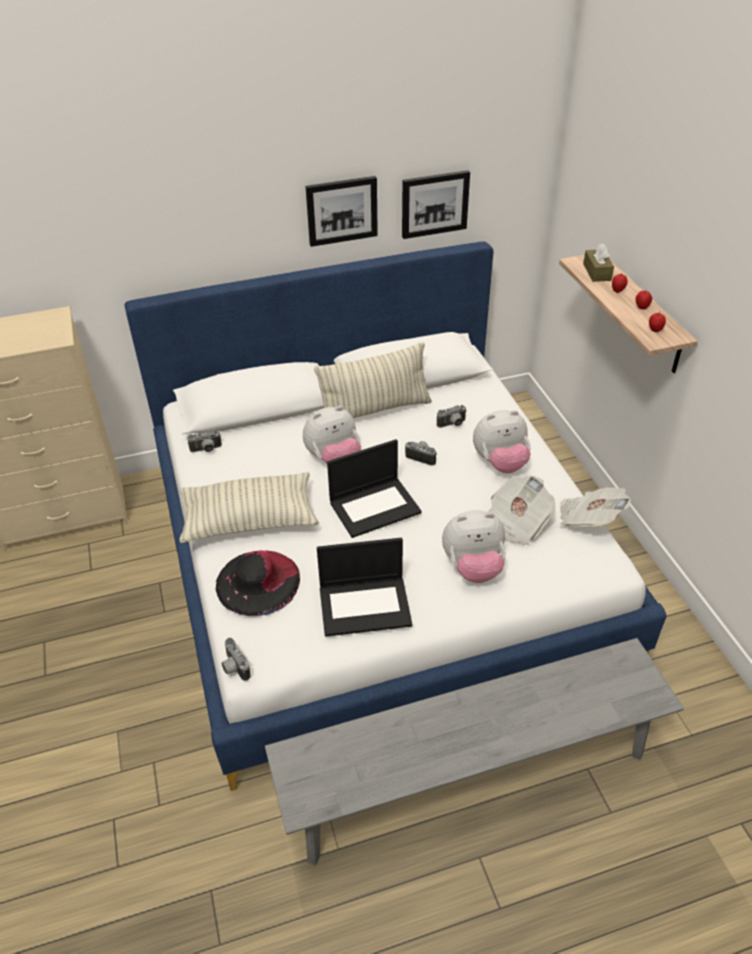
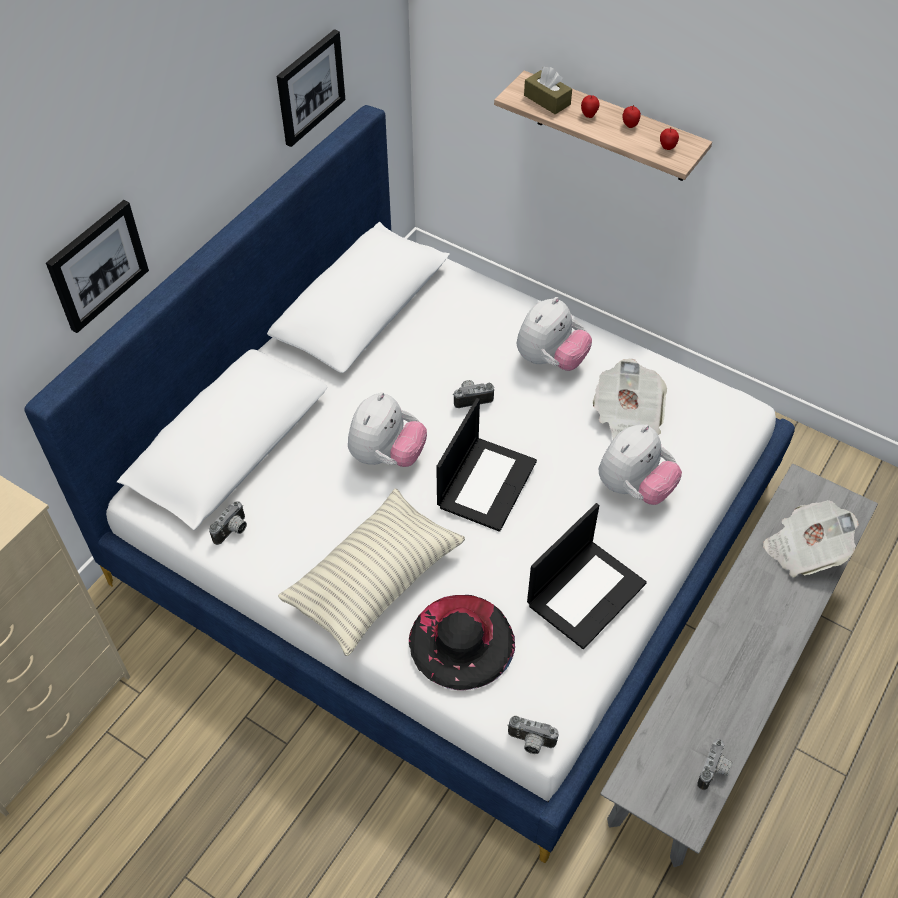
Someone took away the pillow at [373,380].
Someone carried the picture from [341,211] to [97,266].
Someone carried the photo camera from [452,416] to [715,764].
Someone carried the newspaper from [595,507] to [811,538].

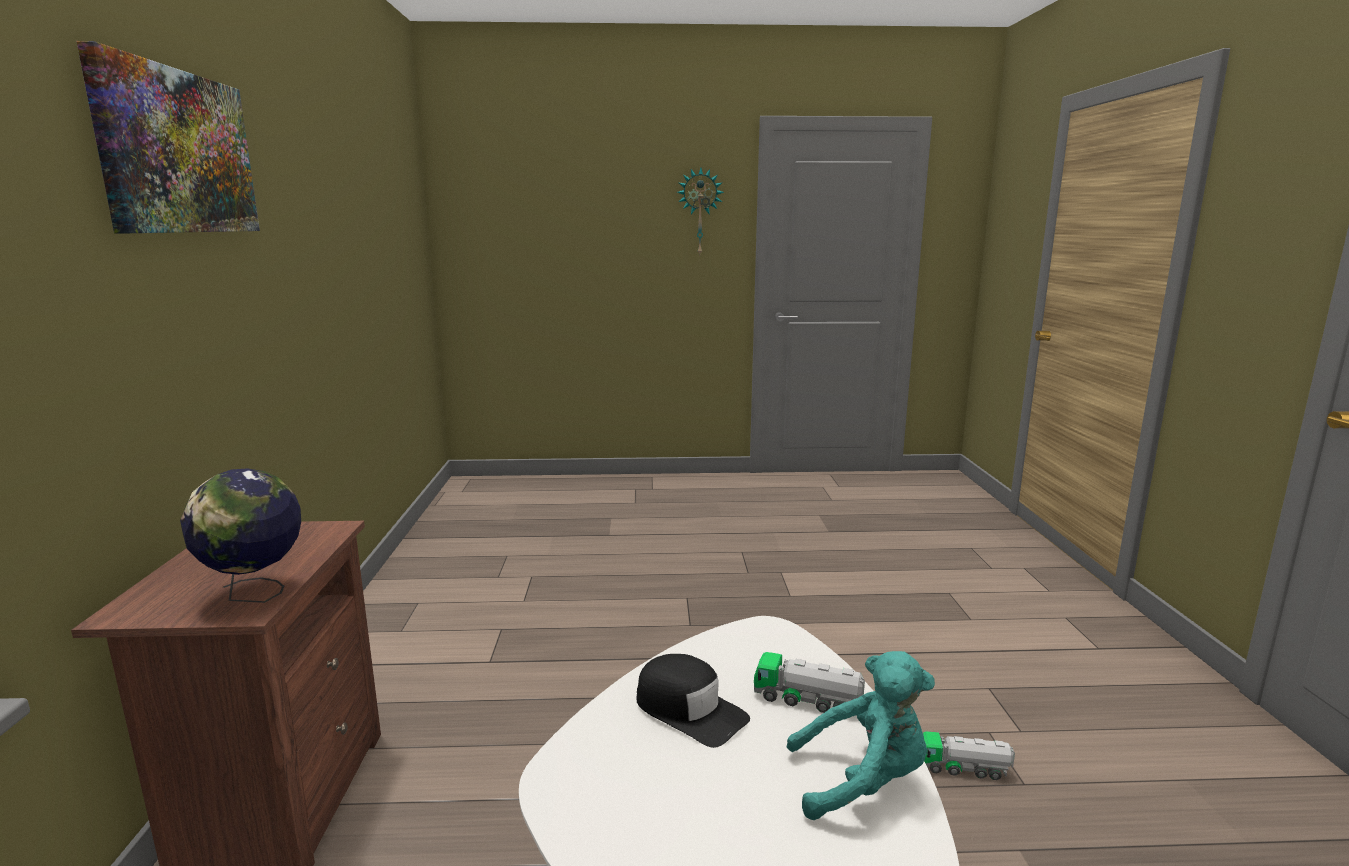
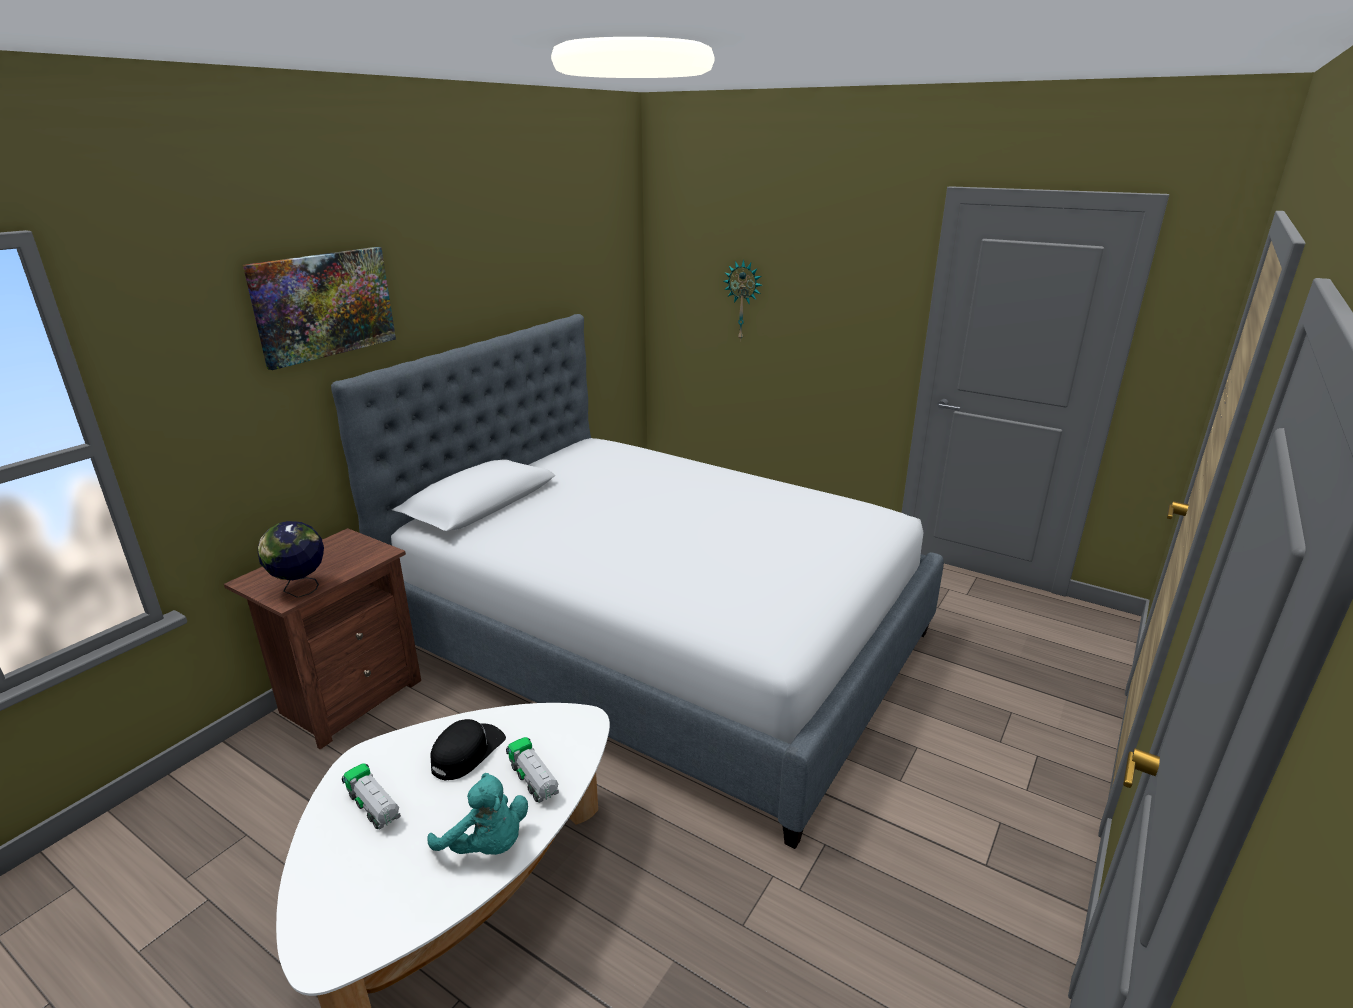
Someone put down the bed at [637,581].
Someone carried the wall clock from [700,211] to [743,300].
Someone carried the toy truck from [969,755] to [371,796].
Someone rotated the black cap at [693,701] by 135 degrees counterclockwise.

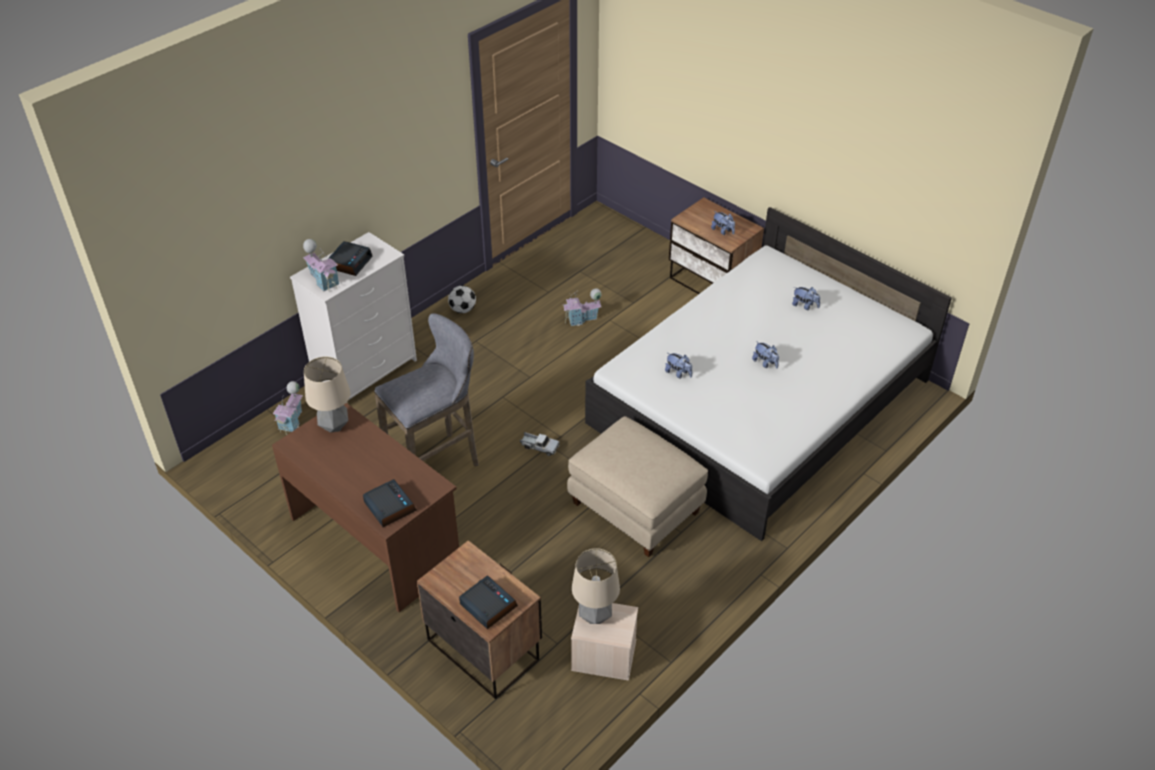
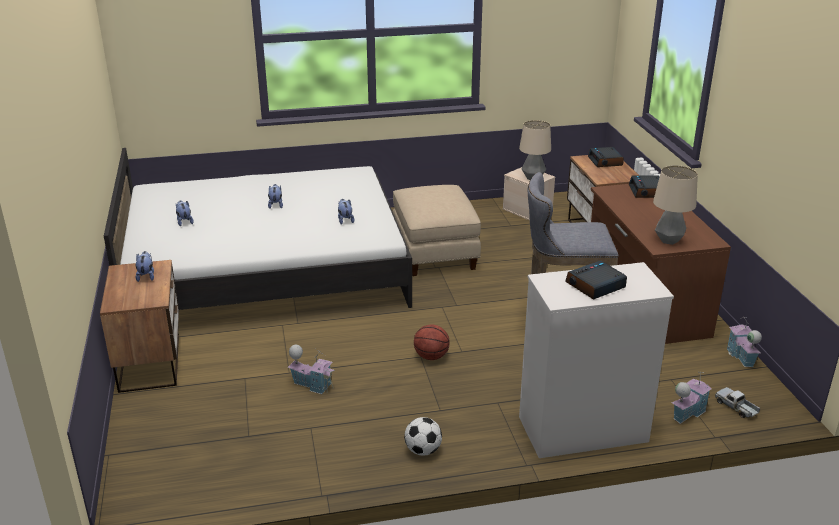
Someone put down the basketball at [432,342].
Someone carried the toy house from [321,265] to [744,341].
Someone carried the toy truck from [540,444] to [737,402].

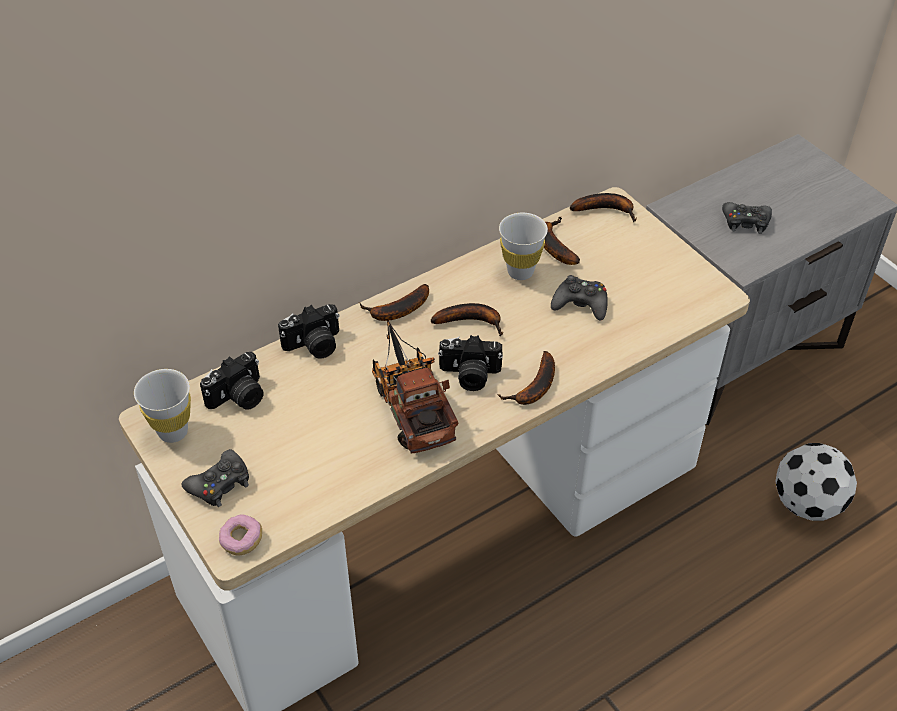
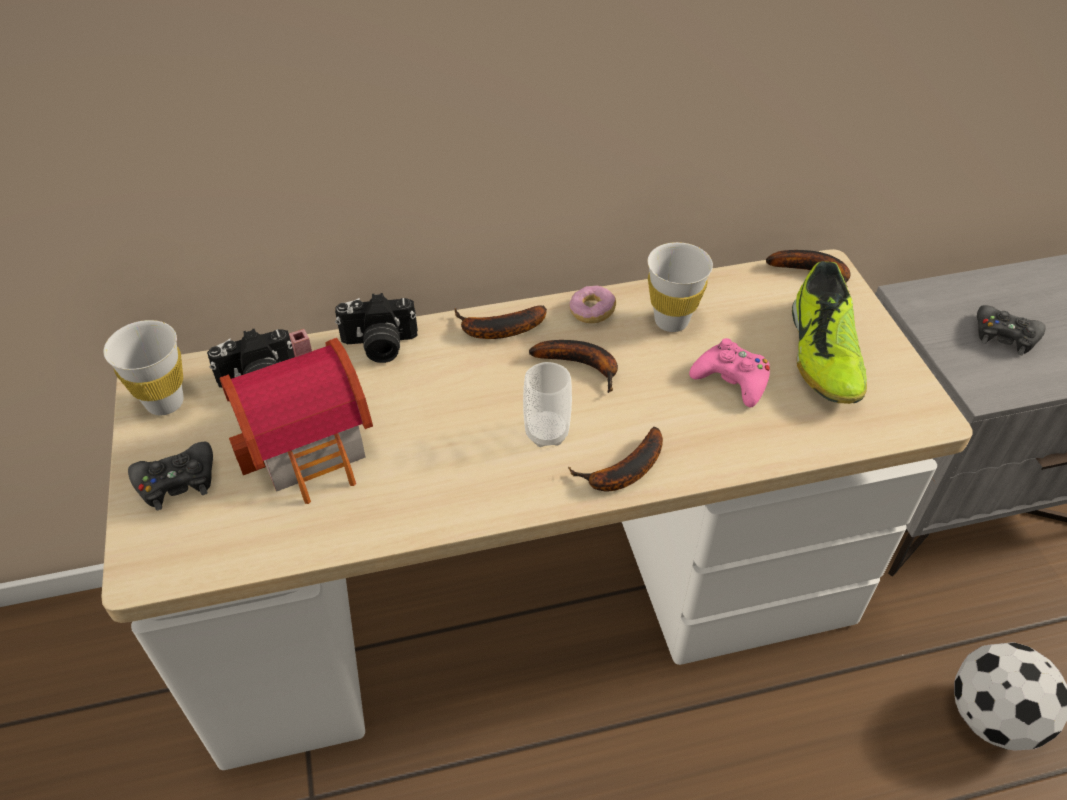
Someone took away the toy truck at [415,386].
Someone took away the banana at [562,241].
Someone put down the toy house at [296,416].
Someone put down the shoe at [829,332].
Someone carried the donut from [240,535] to [592,304].
Someone swapped the photo camera at [470,363] for the cup at [547,404].
Someone repainted the black game controller at [579,297], which became the pink game controller at [729,373].

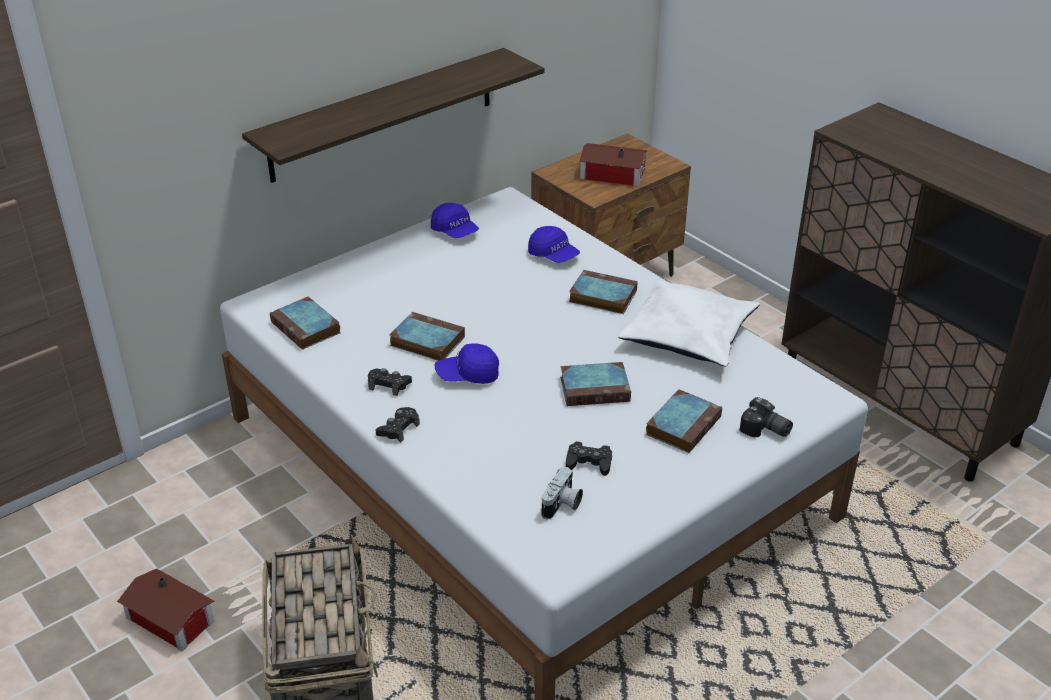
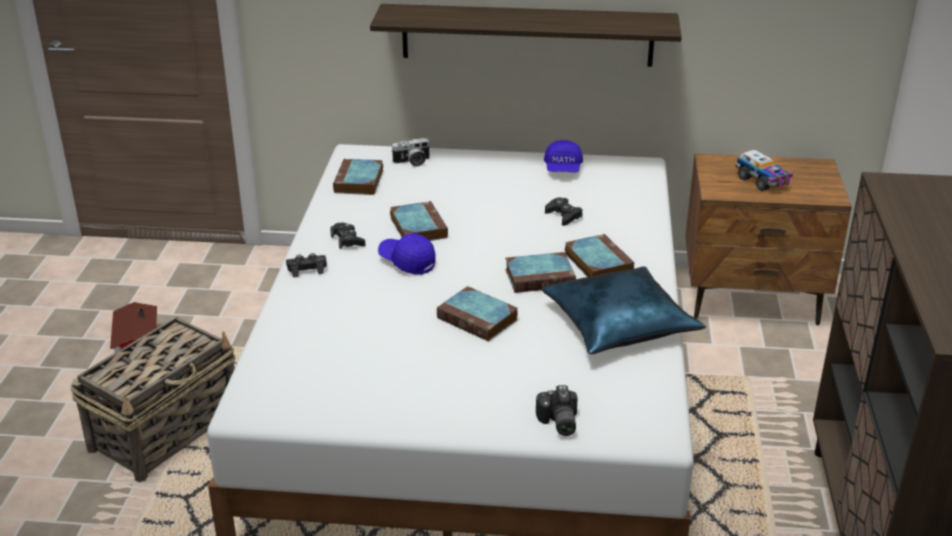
Someone took away the blue cap at [554,244].
Someone carried the photo camera from [562,493] to [410,152].
Someone carried the black game controller from [589,458] to [564,211].
Someone carried the book from [684,421] to [540,272].
Someone swapped the toy house at [613,164] for the toy truck at [764,170].
Someone repainted the white pillow at [689,323], which became the blue pillow at [624,310].

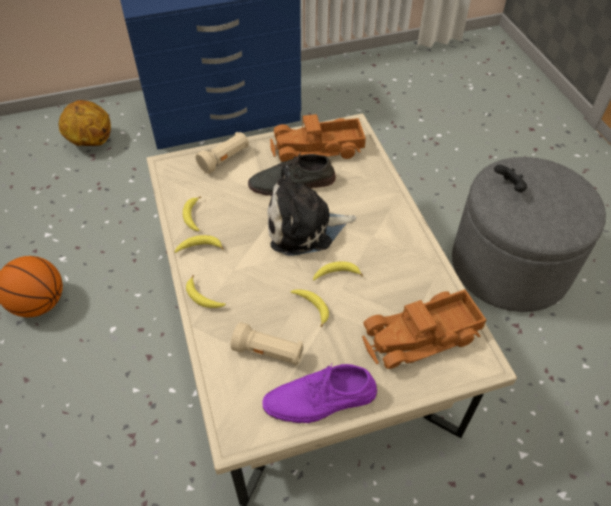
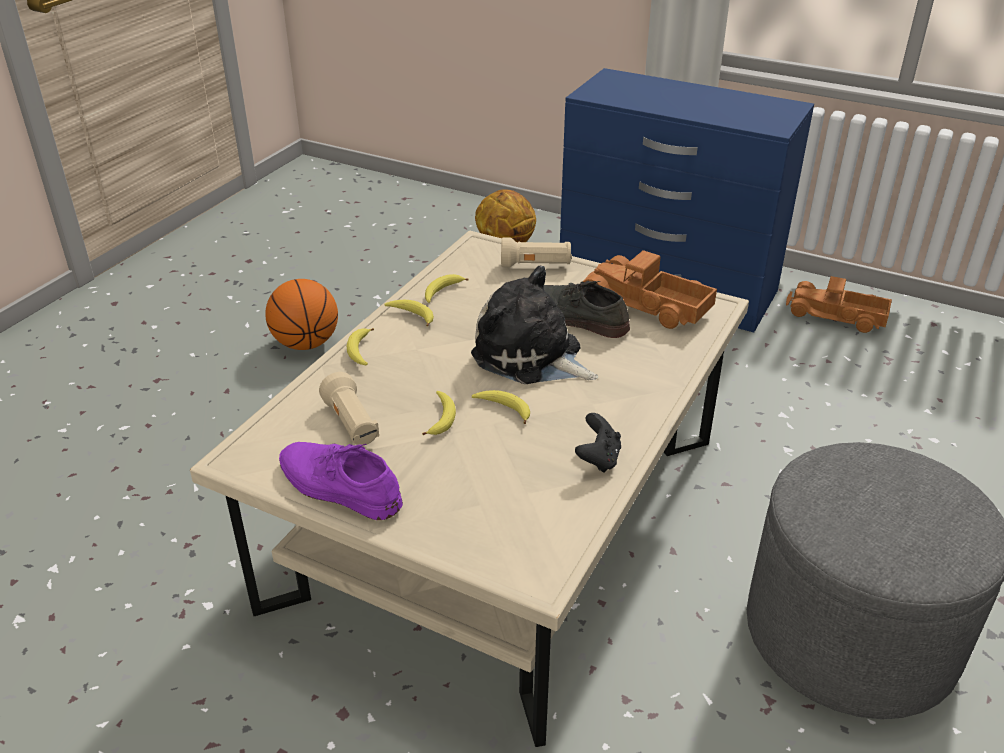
Someone carried the toy truck from [424,329] to [839,304].
Someone carried the black game controller from [510,178] to [598,443].

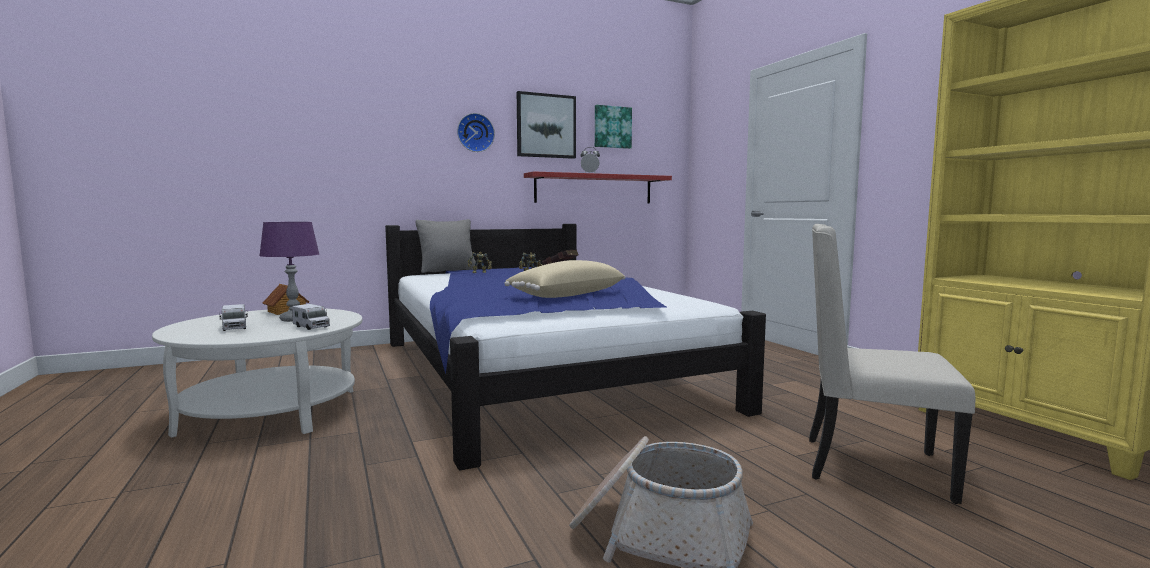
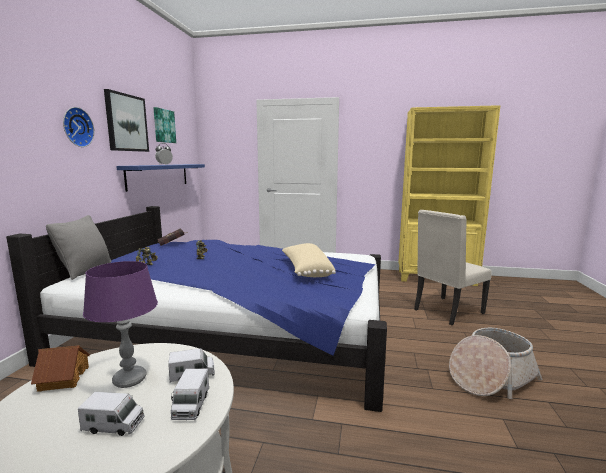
Someone put down the toy truck at [190,394].
Someone repainted the red shelf at [598,187], which became the blue shelf at [160,178].

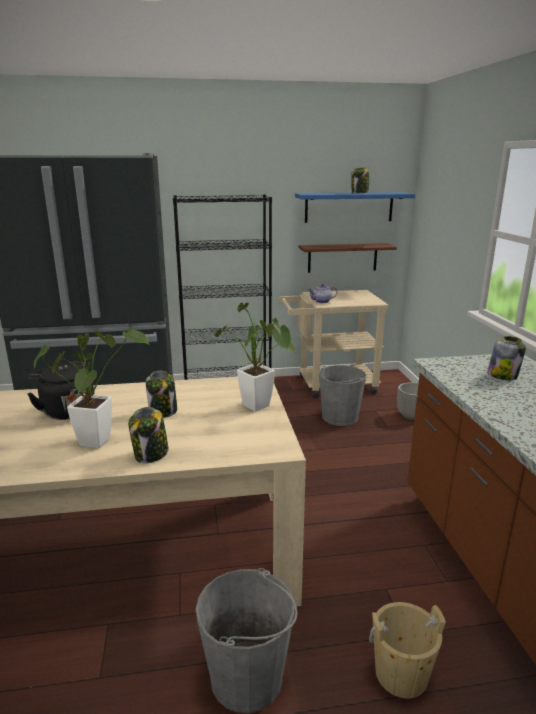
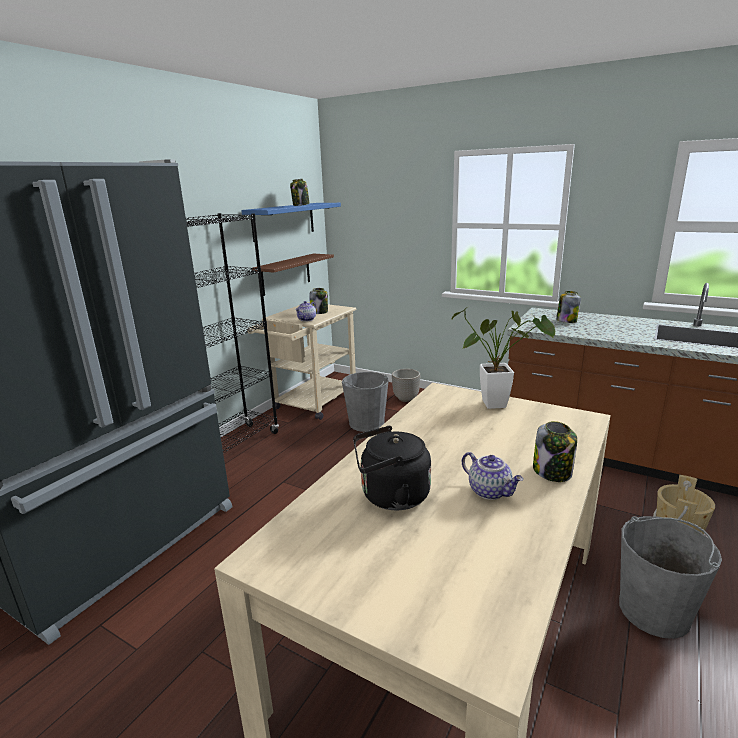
Someone carried the jar from [161,394] to [319,301].
Someone swapped the potted plant at [91,387] for the teapot at [492,476].

